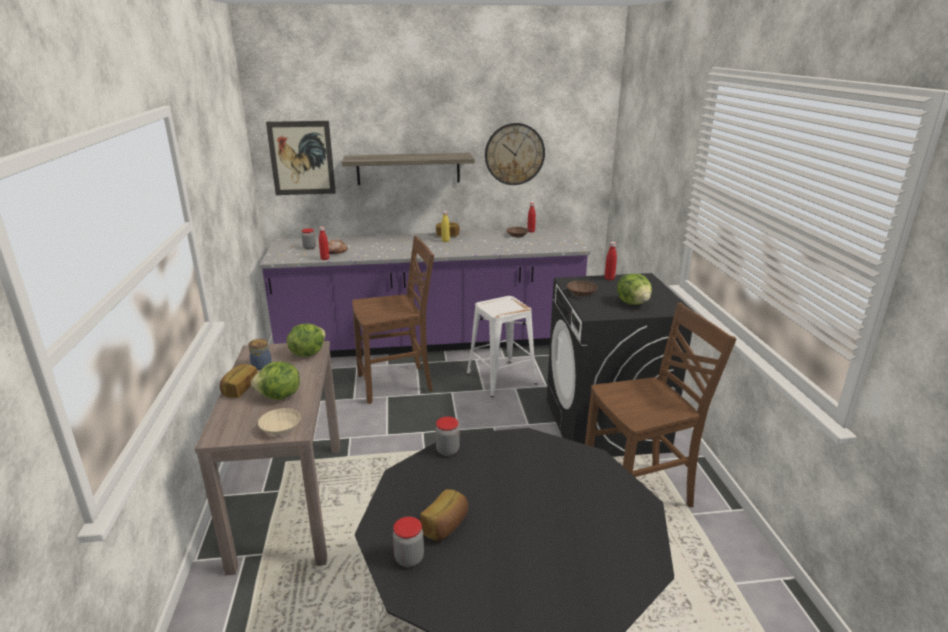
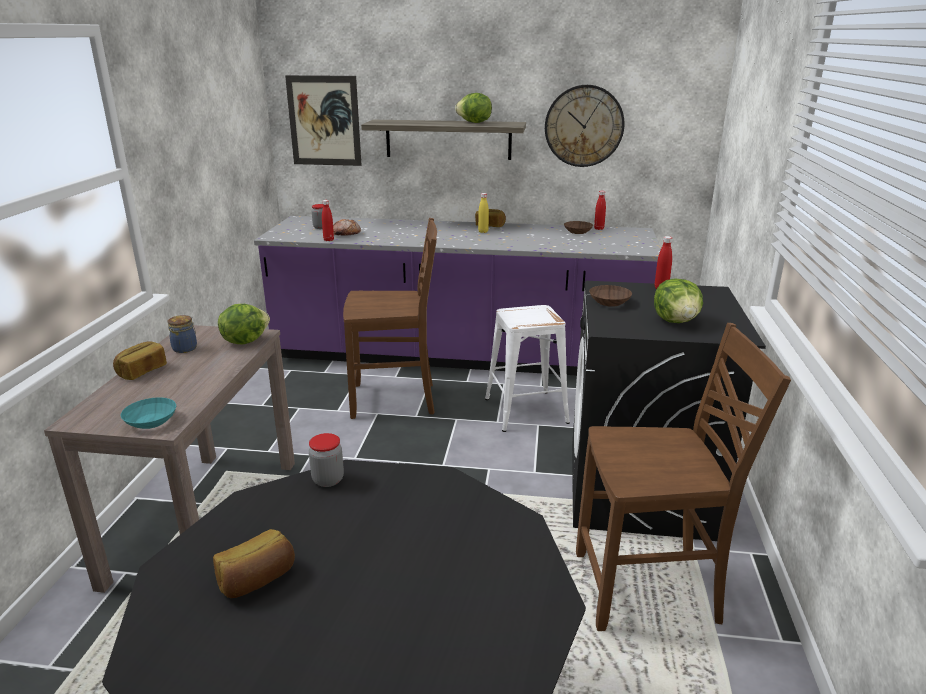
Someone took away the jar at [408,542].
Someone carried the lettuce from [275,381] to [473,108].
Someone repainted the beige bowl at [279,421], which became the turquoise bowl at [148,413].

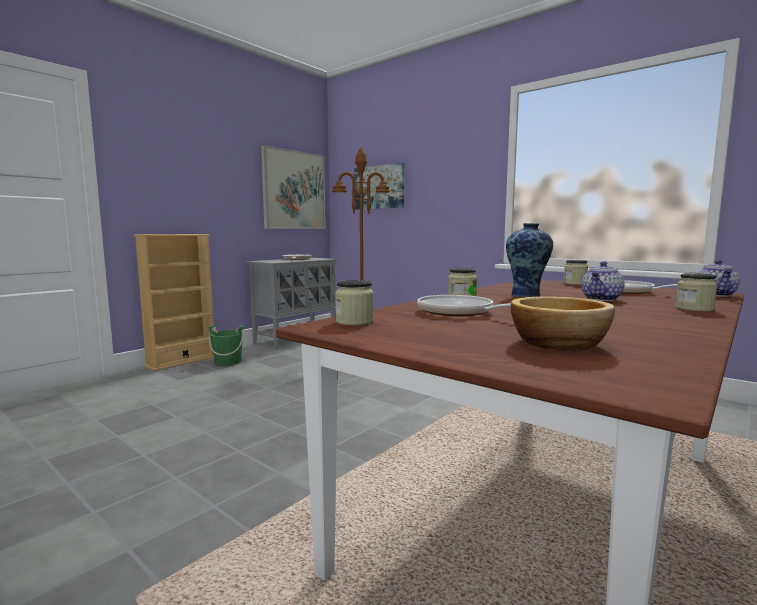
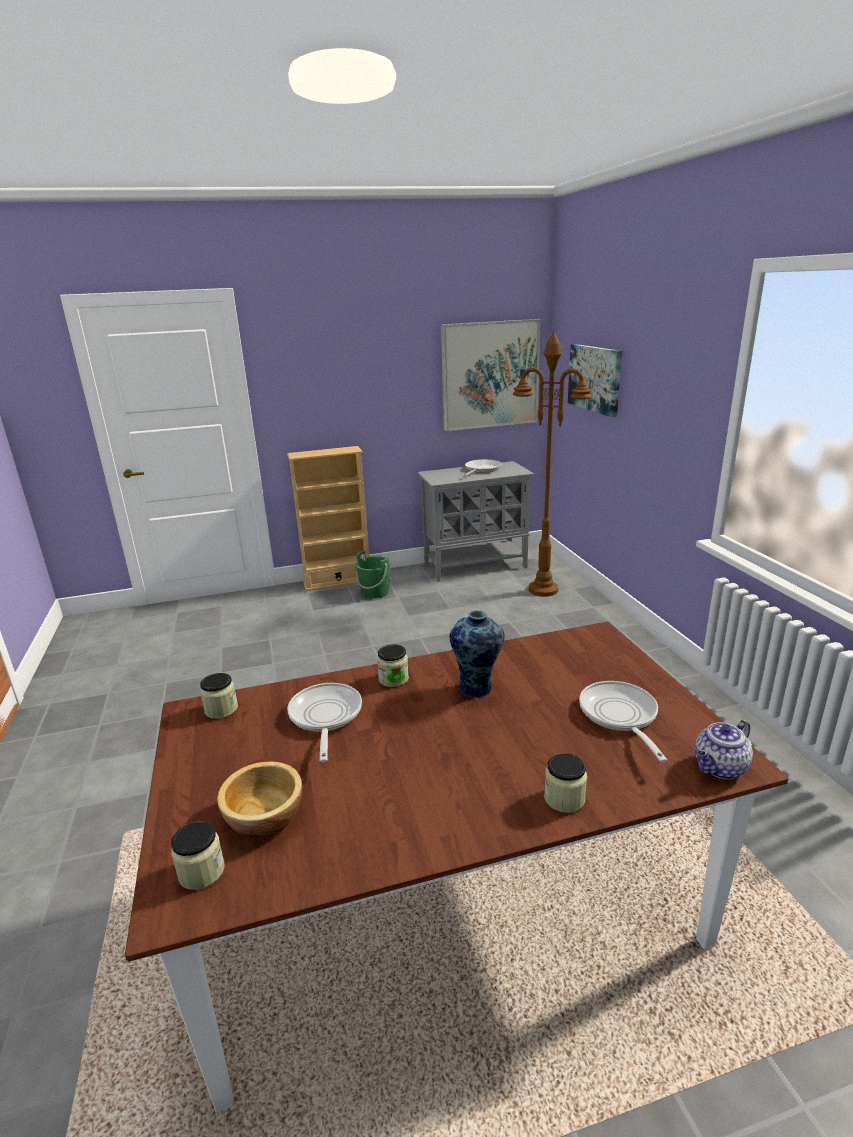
Someone took away the teapot at [603,281].
Someone carried the jar from [576,272] to [198,855].

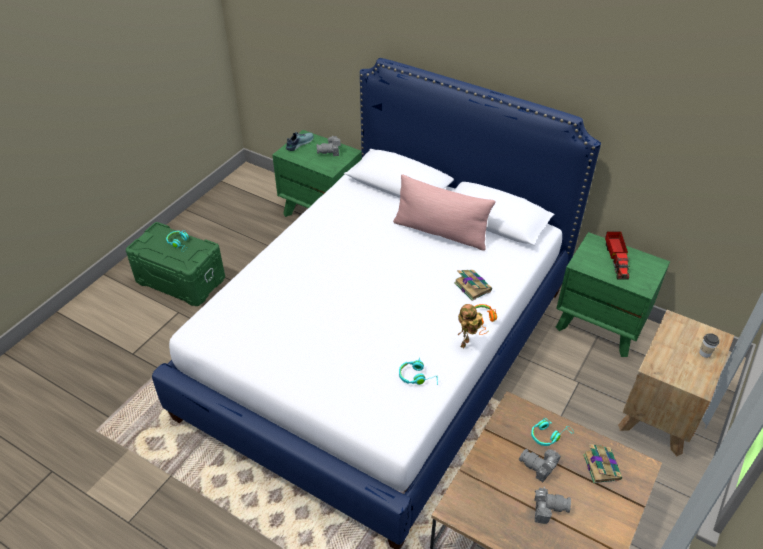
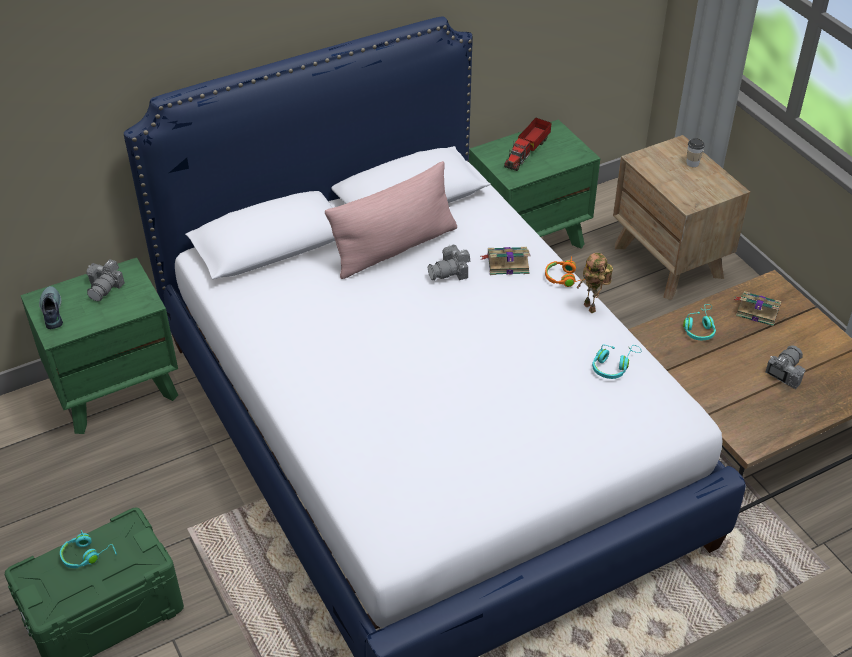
Someone carried the photo camera from [540,465] to [449,262].
Someone rotated the toy truck at [617,255] by 90 degrees clockwise.

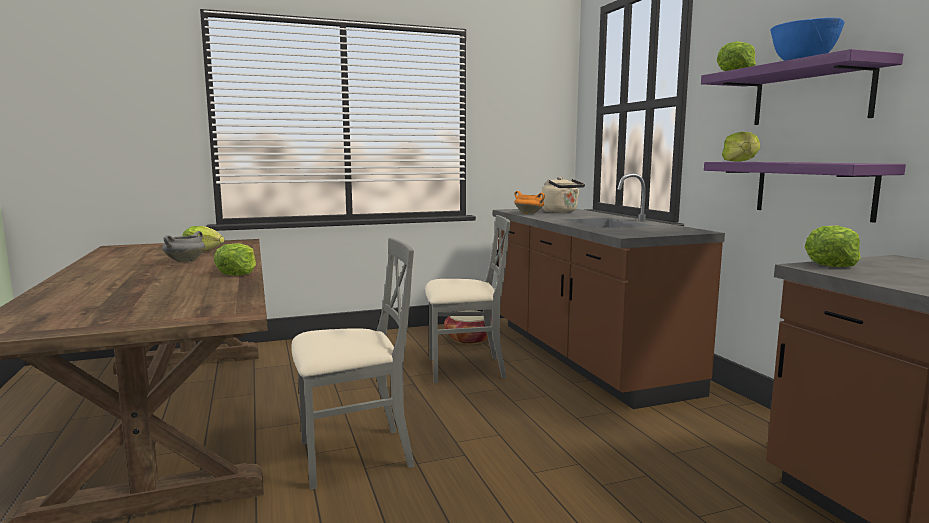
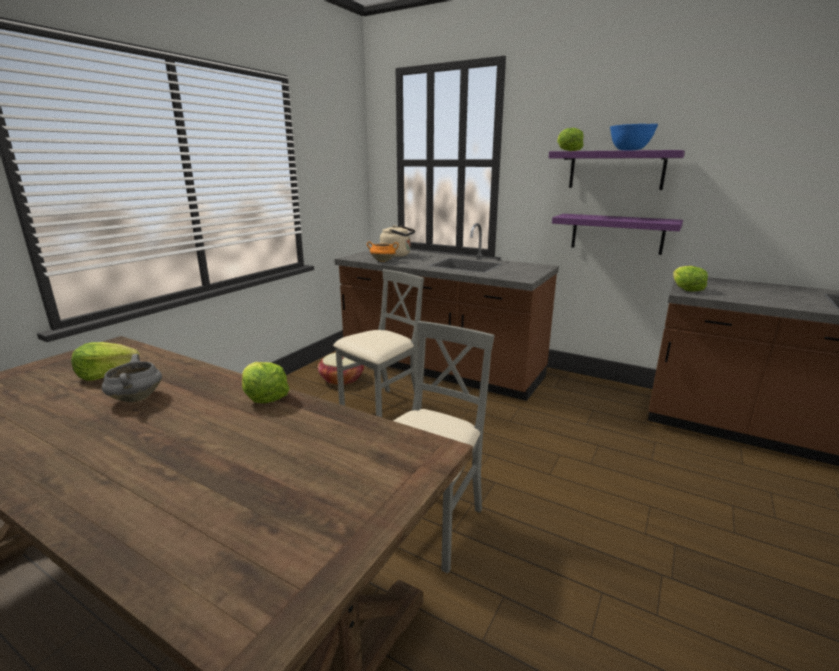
Someone took away the lettuce at [741,147].

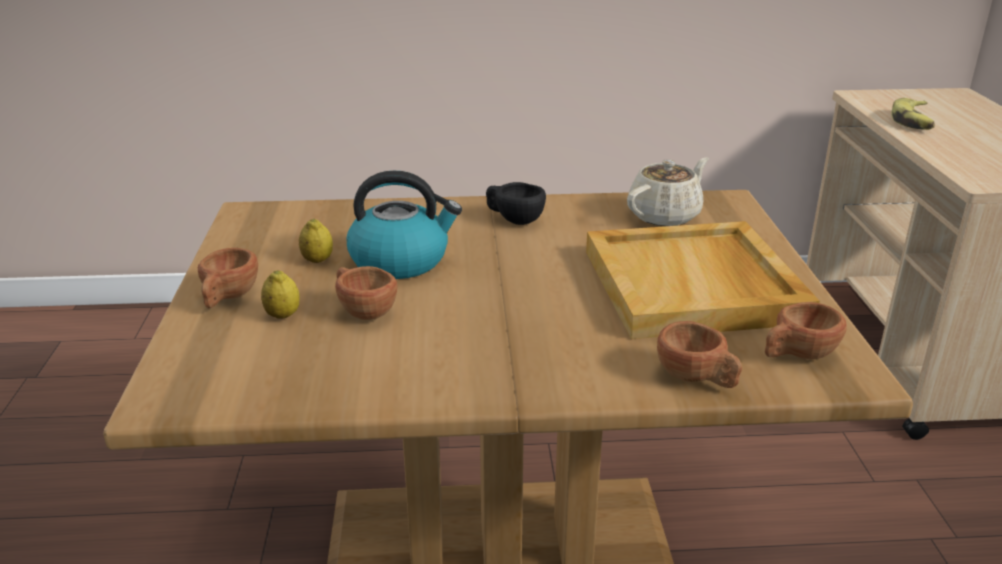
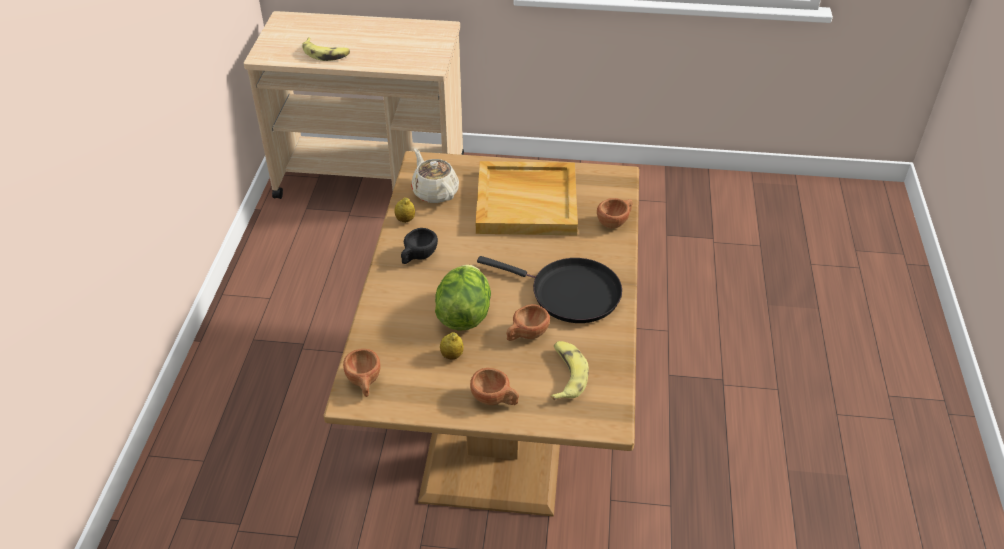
Someone put down the black frying pan at [549,289].
Someone put down the banana at [569,370].
Someone carried the lemon from [280,294] to [405,210].
Someone carried the brown cup from [806,331] to [362,373].
Someone swapped the kettle at [404,225] for the lettuce at [463,298].

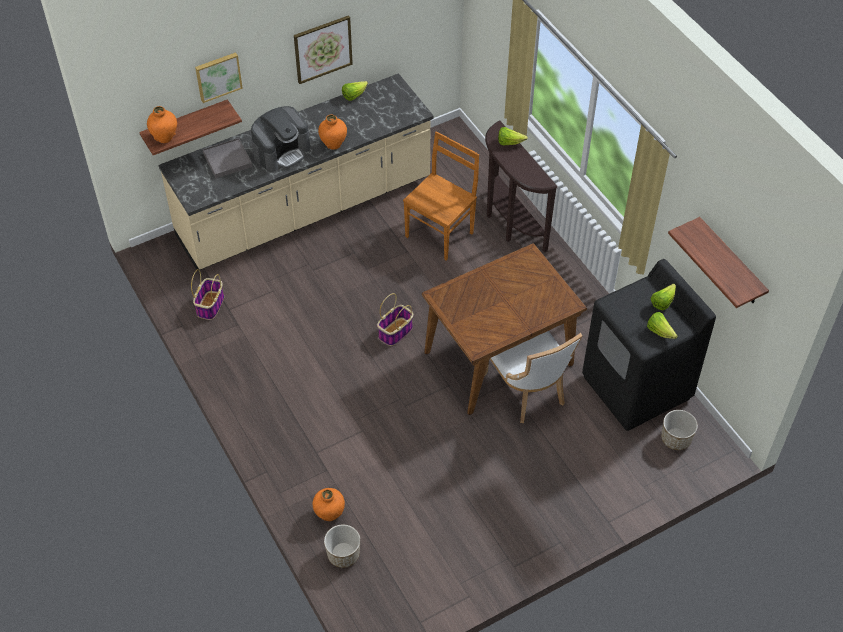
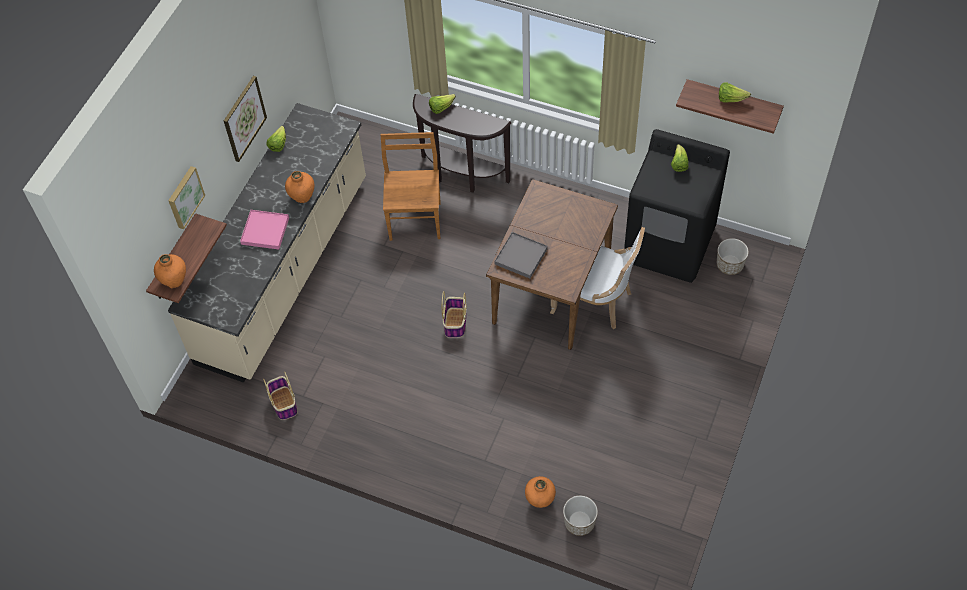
Someone carried the grey tray from [227,158] to [521,255].
Someone carried the lettuce from [662,325] to [735,92].
Someone swapped the coffee machine at [280,139] for the pink tray at [264,230].

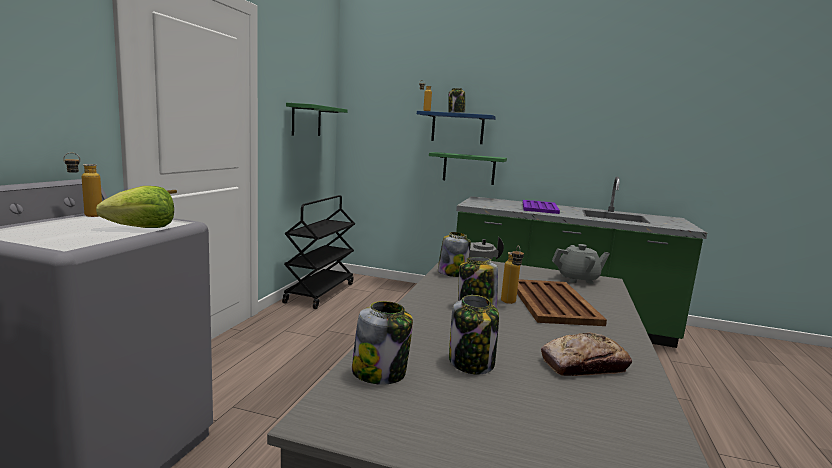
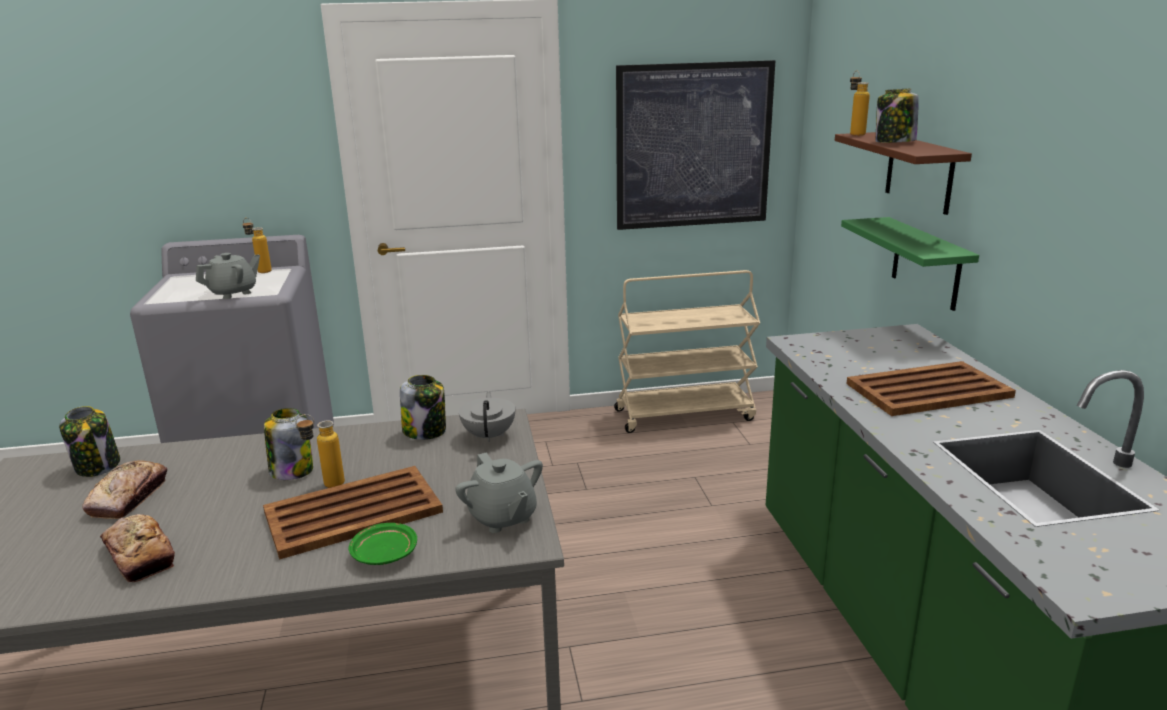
Someone put down the green plate at [382,544].
Someone swapped the lettuce at [135,207] for the grey teapot at [228,276].
Someone swapped the green shelf at [317,119] for the picture at [696,145].
Someone swapped the jar at [474,335] for the bread at [124,489].
Someone repainted the black cart at [318,252], which became the beige cart at [687,351].
Someone repainted the blue shelf at [456,127], which became the brown shelf at [903,173].
Someone repainted the purple tray at [541,207], which became the brown tray at [931,388].

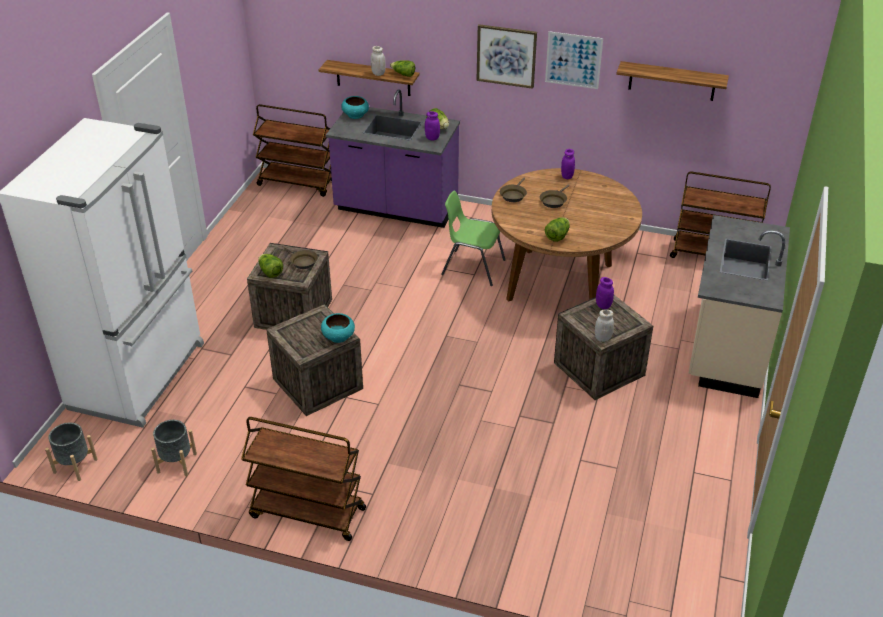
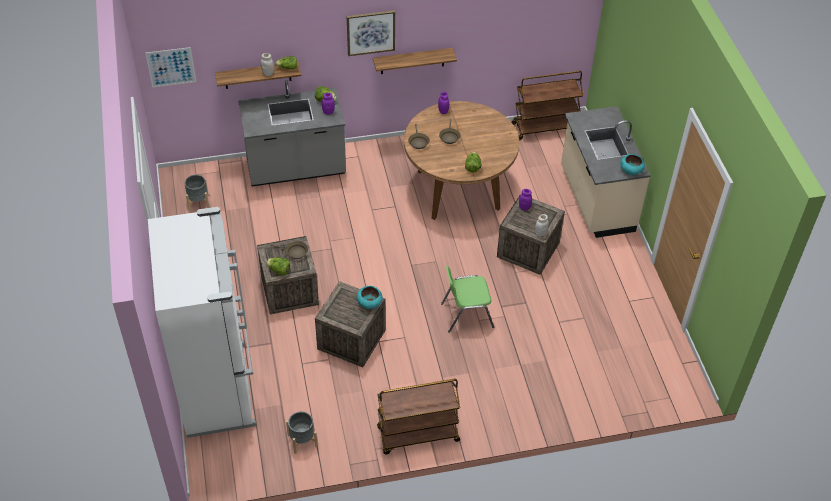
Someone took away the brown cart at [292,150].
Someone carried the grey planter from [71,452] to [197,193].
Someone carried the turquoise bowl from [355,107] to [632,164].
Someone carried the green chair from [473,238] to [467,299].
Someone carried the picture from [574,60] to [170,67].
Someone carried the shelf from [672,81] to [415,61].
Someone repainted the purple counter at [393,158], which became the grey counter at [292,133].

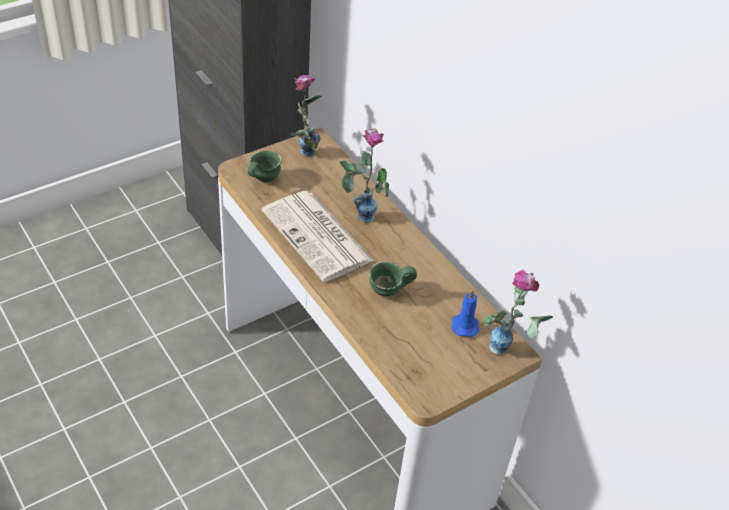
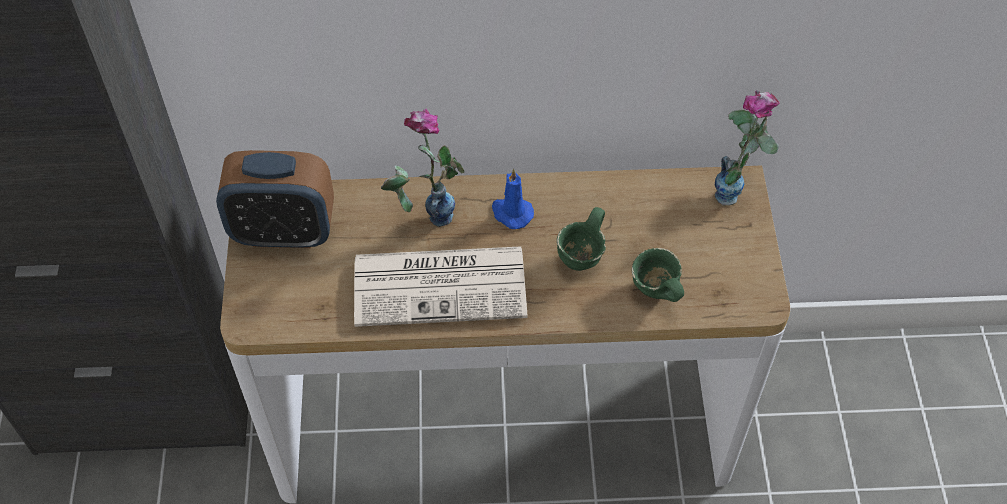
Someone carried the green mug from [265,166] to [658,275].
Someone carried the blue candle from [465,313] to [513,198].
Someone swapped the vase at [306,116] for the alarm clock at [275,199].

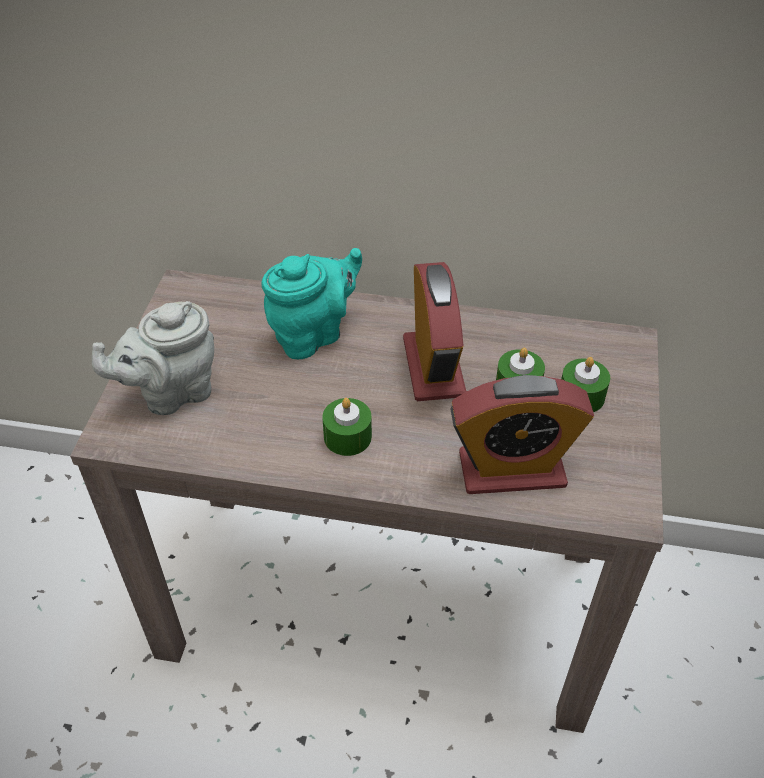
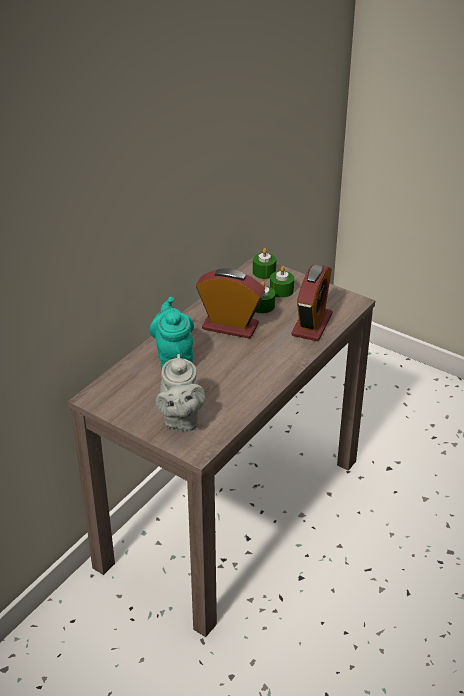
Someone carried the green candle from [347,427] to [264,263].

